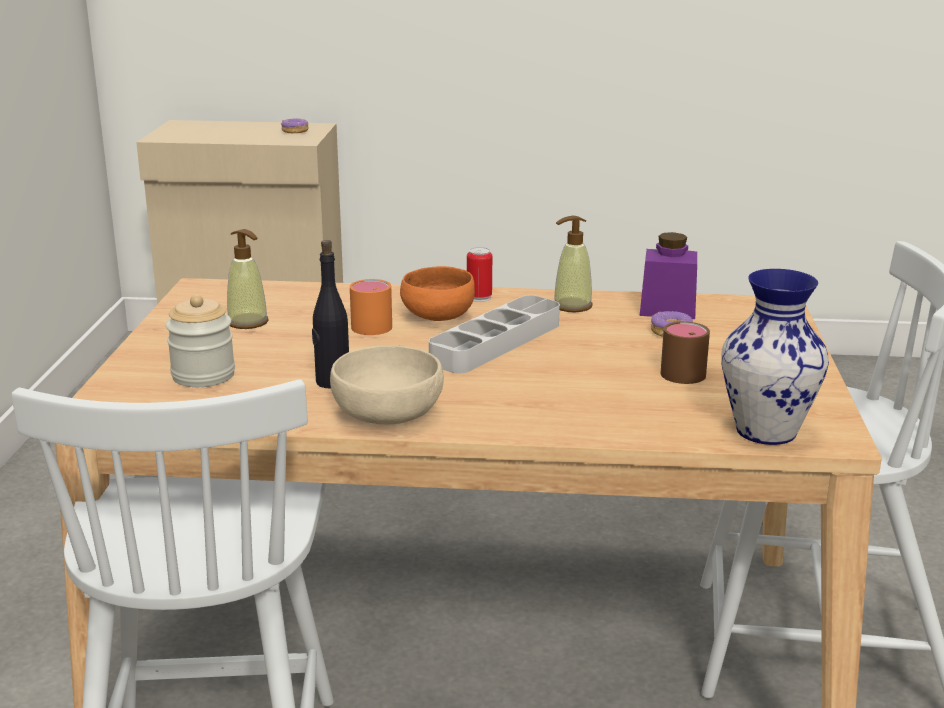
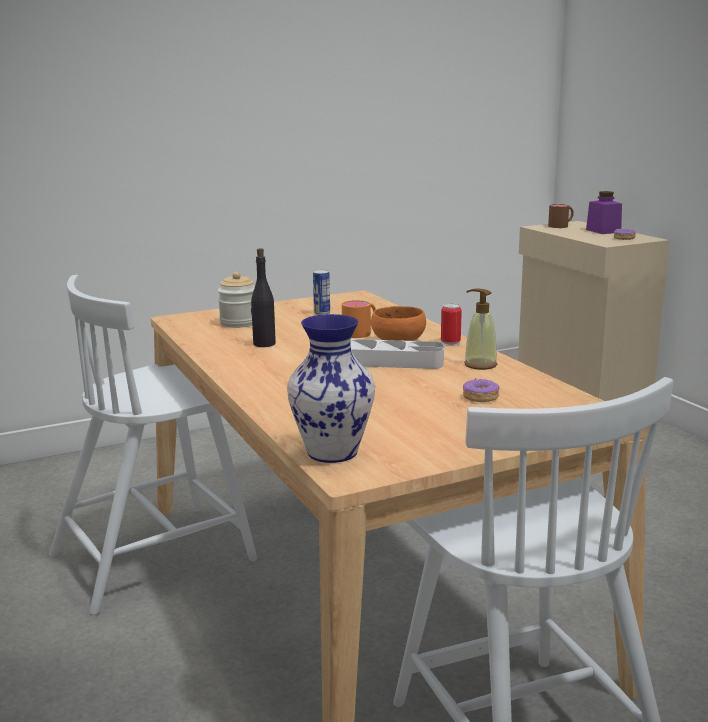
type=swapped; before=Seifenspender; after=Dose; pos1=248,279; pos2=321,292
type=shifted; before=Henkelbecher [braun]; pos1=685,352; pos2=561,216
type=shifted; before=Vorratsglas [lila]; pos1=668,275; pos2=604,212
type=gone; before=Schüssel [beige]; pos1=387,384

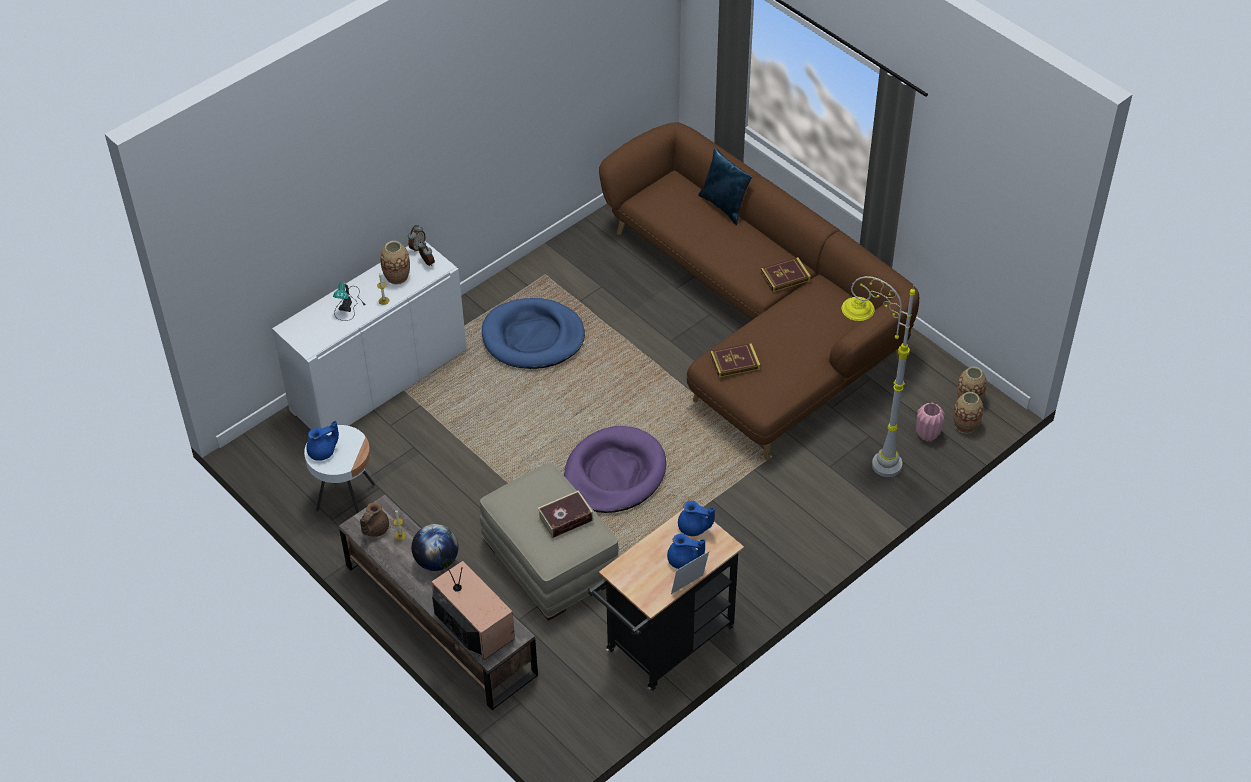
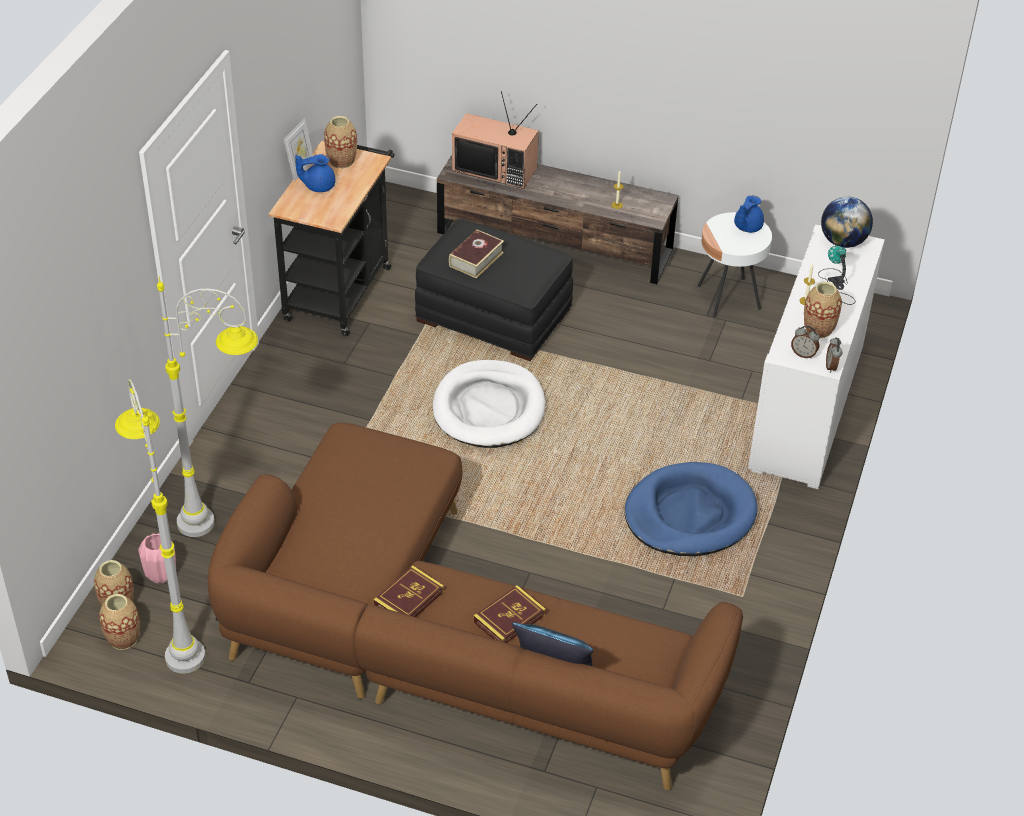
type=new; after=Stehlampe [grau]; pos2=160,526
type=new; after=Vase; pos2=340,142
type=repainted; before=Polsterhocker [beige]; after=Polsterhocker [schwarz]; pos1=549,541; pos2=494,289
type=repainted; before=Hundebett [lila]; after=Hundebett [weiß]; pos1=615,469; pos2=489,404
type=shifted; before=Buch; pos1=735,360; pos2=509,614
type=shifted; before=Globus; pos1=435,547; pos2=847,222
type=gone; before=Teekanne [braun]; pos1=374,519
type=gone; before=Teekanne [blau]; pos1=696,518

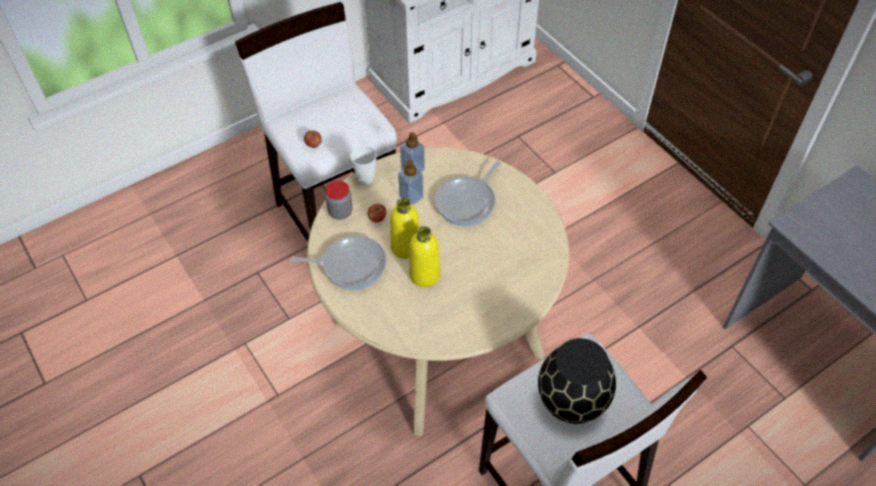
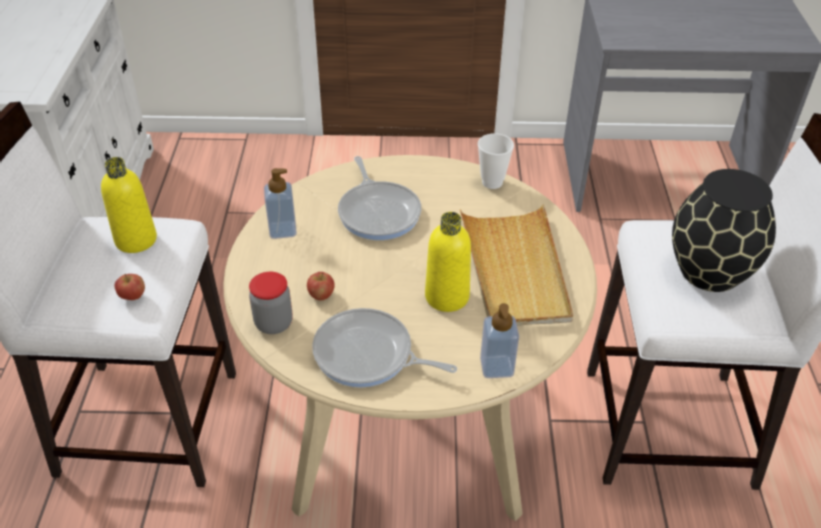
type=shifted; before=Flasche [gelb]; pos1=404,228; pos2=129,205
type=rotated; before=Pfanne; pos1=338,263; pos2=384,348; turn=-105
type=new; after=Tablett [beige]; pos2=516,265
type=shifted; before=Tasse; pos1=363,165; pos2=496,161
type=shifted; before=Seifenspender; pos1=410,182; pos2=499,340

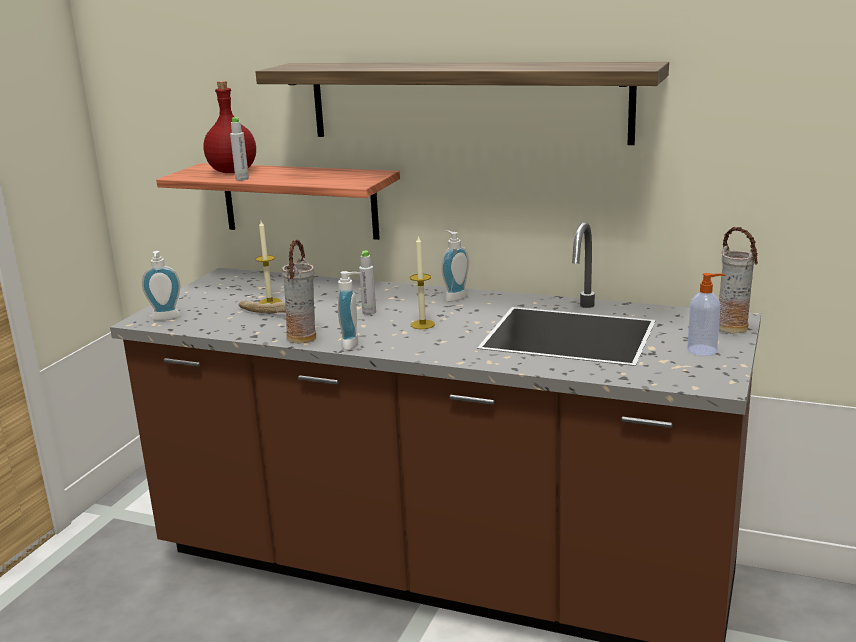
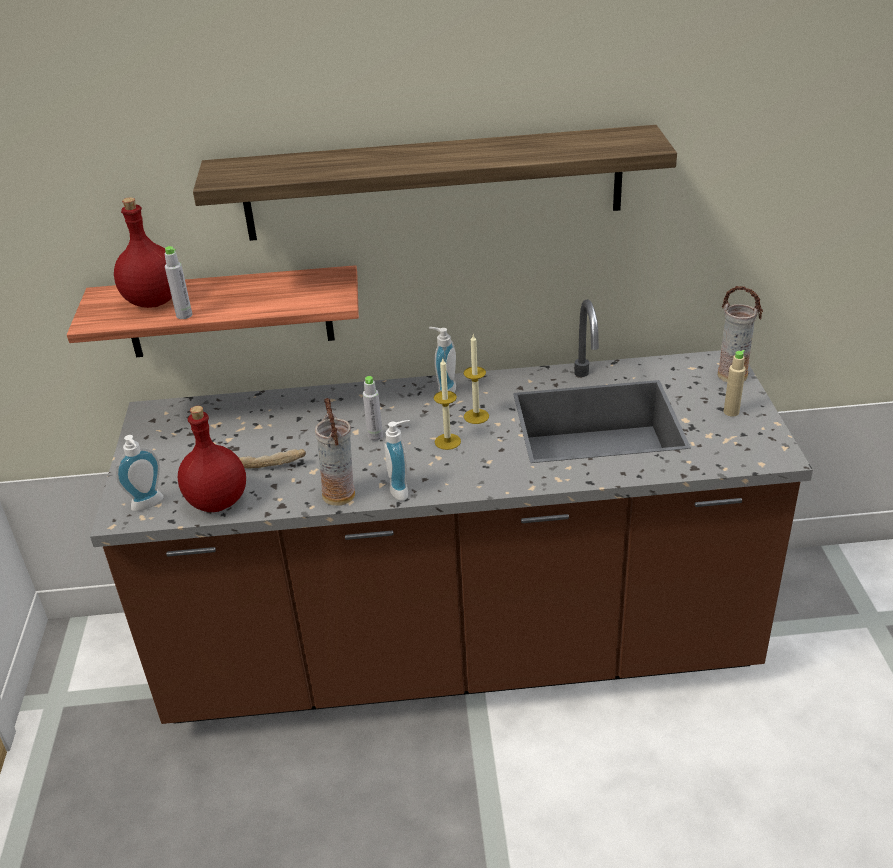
type=new; after=Flasche [rot]; pos2=212,459
type=shifted; before=Kerze; pos1=268,262; pos2=476,379
type=swapped; before=Seifenspender; after=Flasche [beige]; pos1=706,314; pos2=735,383

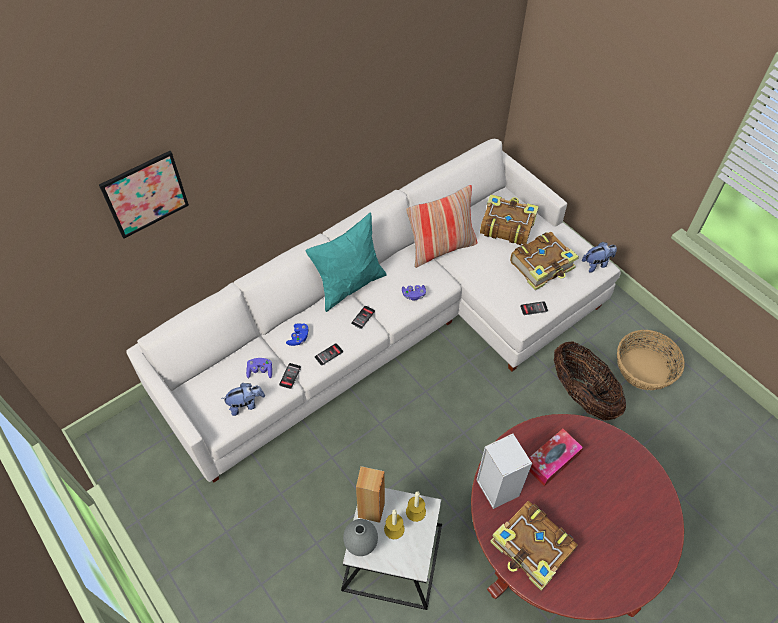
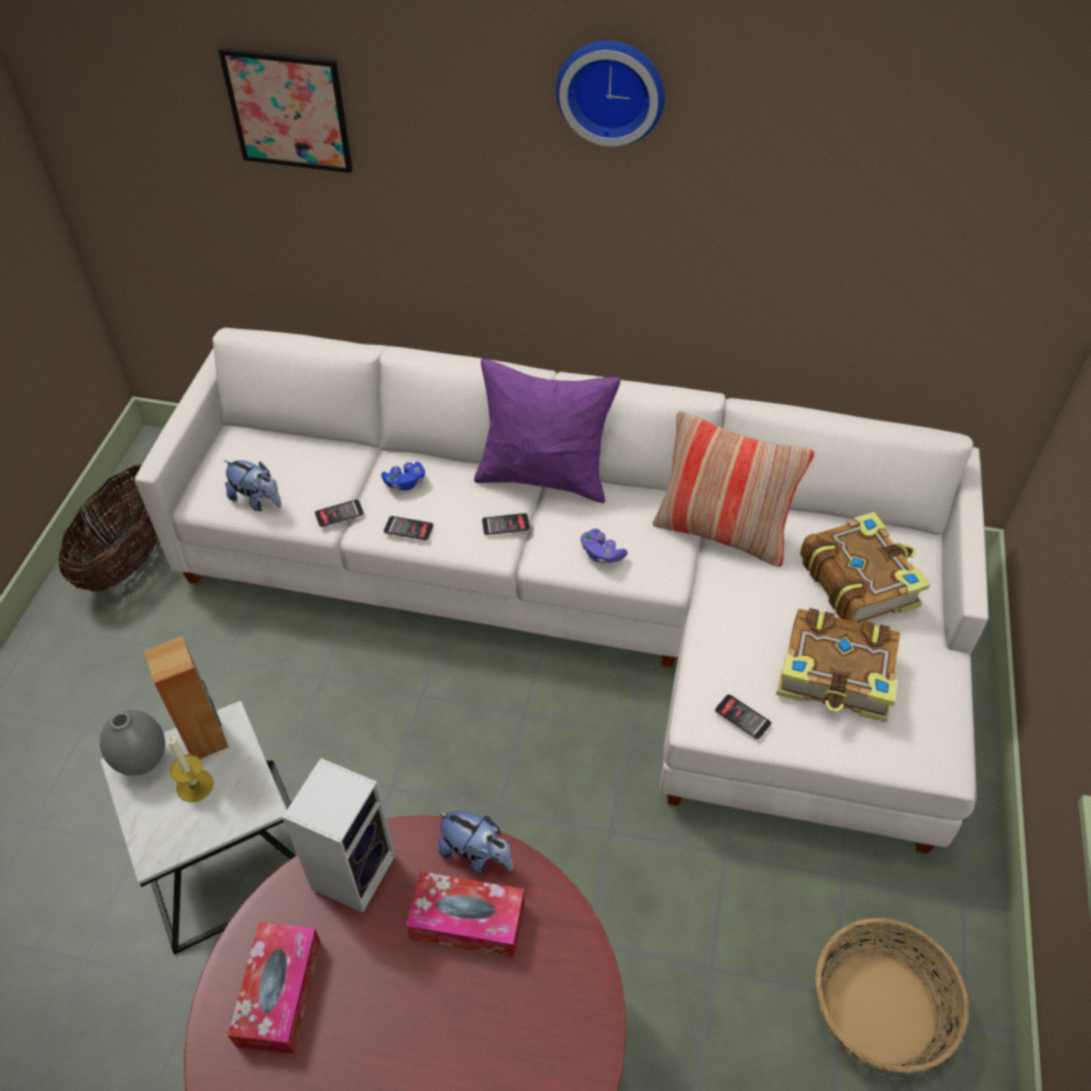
type=shifted; before=Korb; pos1=590,381; pos2=108,528
type=swapped; before=Buch; after=Taschentuchbox; pos1=534,546; pos2=274,988
type=shifted; before=Plüschtier; pos1=599,257; pos2=475,842
type=repainted; before=Kissen [türkis]; after=Kissen [lila]; pos1=346,262; pos2=547,430
type=new; after=Wanduhr; pos2=610,93
type=gone; before=Gamepad [lila]; pos1=259,368
type=gone; before=Kerze; pos1=416,506

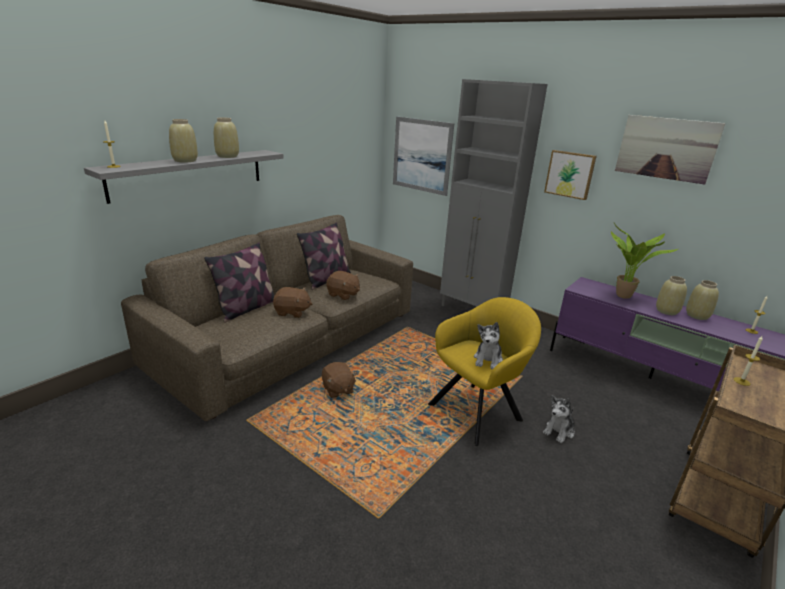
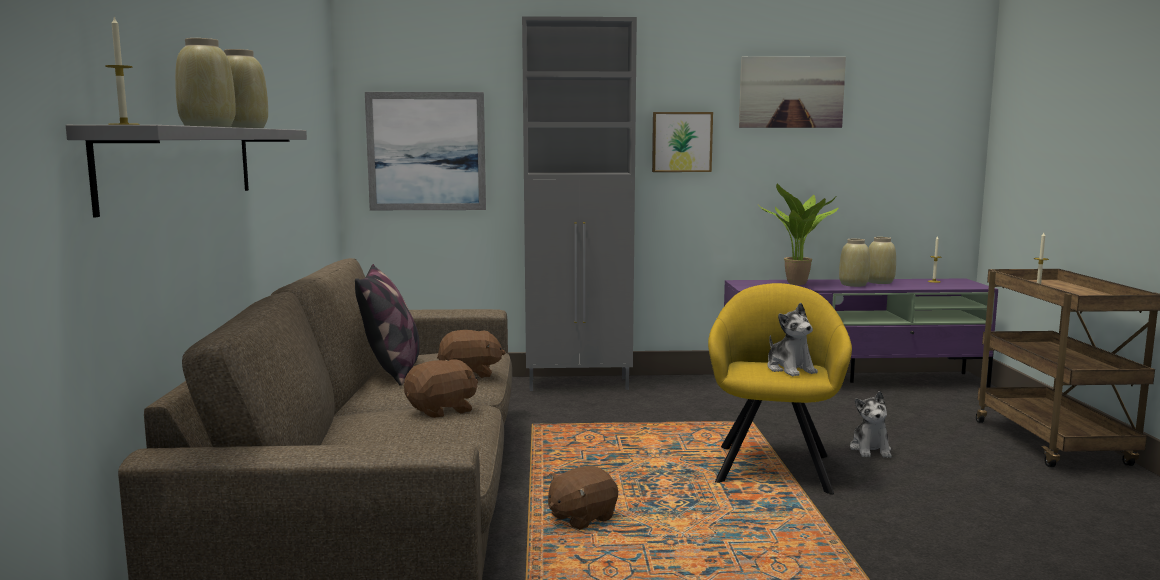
type=rotated; before=Plüschtier [braun]; pos1=339,380; pos2=583,497; turn=120
type=gone; before=Kissen; pos1=239,282

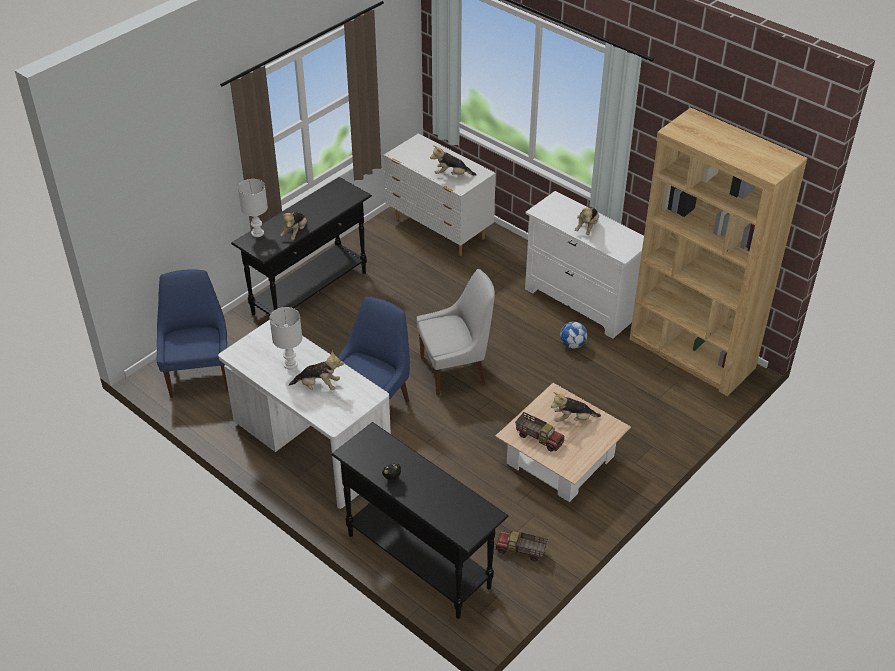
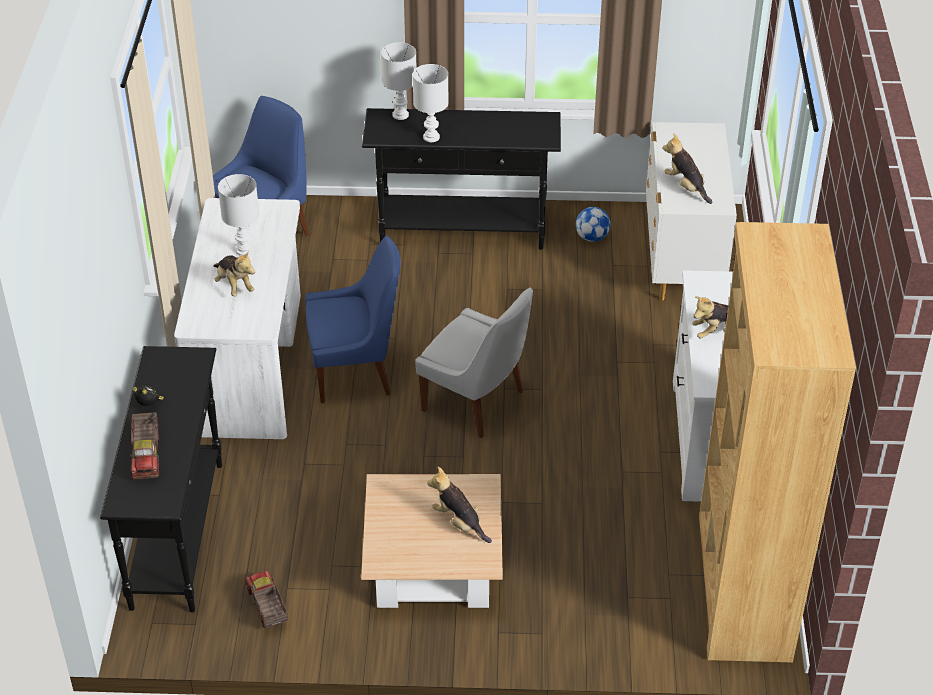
type=shifted; before=Spielzeuglaster; pos1=539,432; pos2=144,445
type=swapped; before=Plüschtier; after=Tischlampe [weiß]; pos1=293,226; pos2=431,103
type=shifted; before=Fußball; pos1=573,335; pos2=593,224

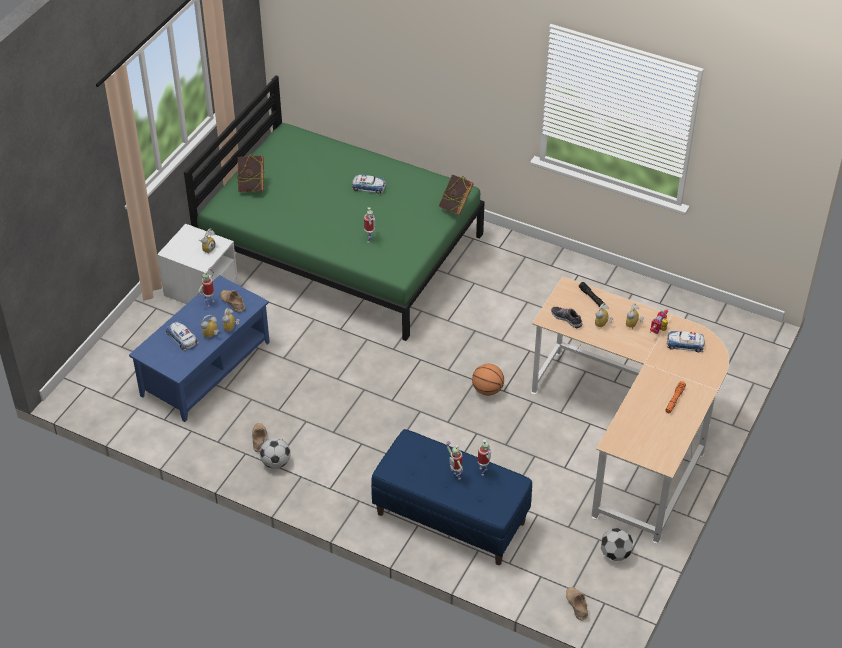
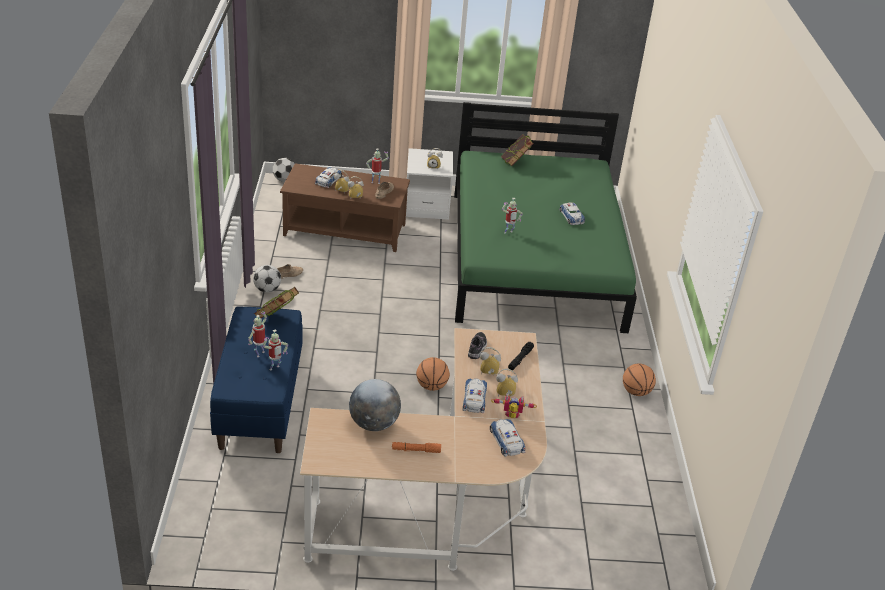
type=shifted; before=Buch; pos1=456,194; pos2=276,302
type=shifted; before=Fußball; pos1=617,544; pos2=284,170
type=repainted; before=Couchtisch [blau]; after=Couchtisch [braun]; pos1=199,348; pos2=345,207
type=new; after=Globus; pos2=375,405
type=new; after=Spielzeugauto; pos2=474,396
type=new; after=Basketball; pos2=639,379
type=gone; before=Schuh [beige]; pos1=577,603

